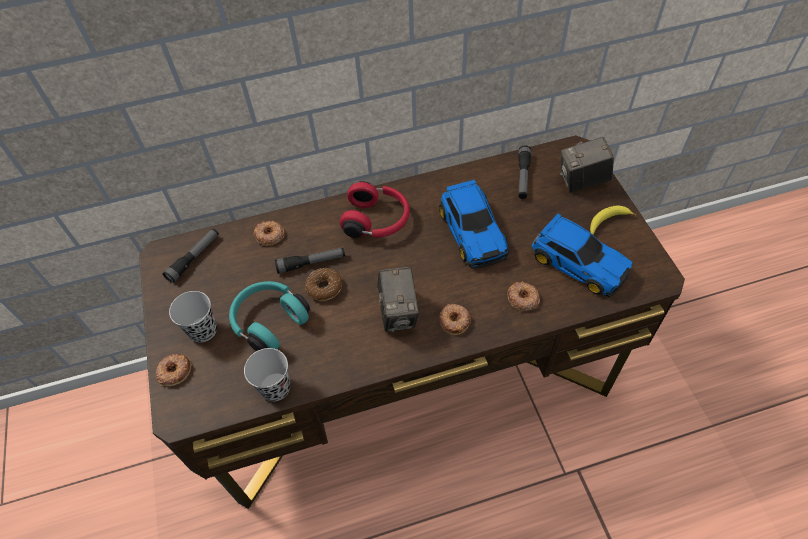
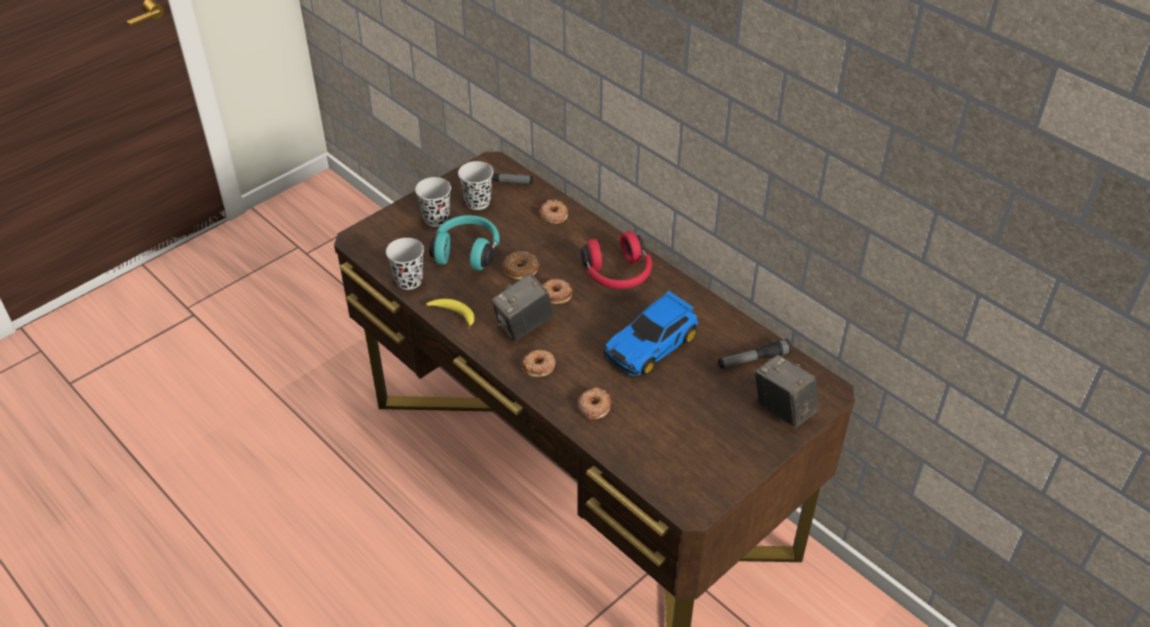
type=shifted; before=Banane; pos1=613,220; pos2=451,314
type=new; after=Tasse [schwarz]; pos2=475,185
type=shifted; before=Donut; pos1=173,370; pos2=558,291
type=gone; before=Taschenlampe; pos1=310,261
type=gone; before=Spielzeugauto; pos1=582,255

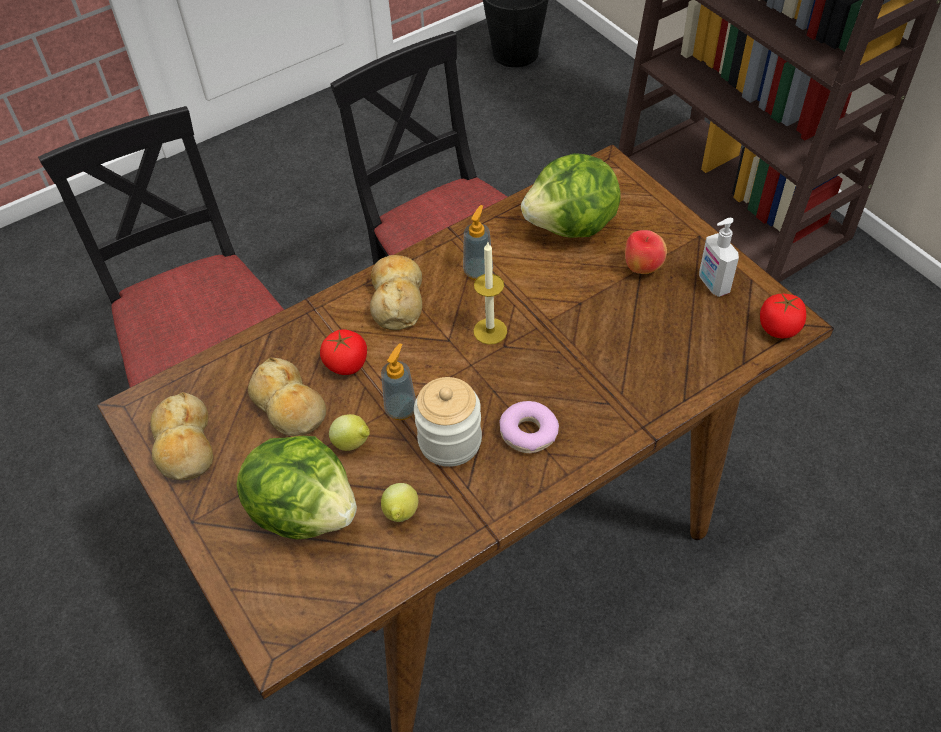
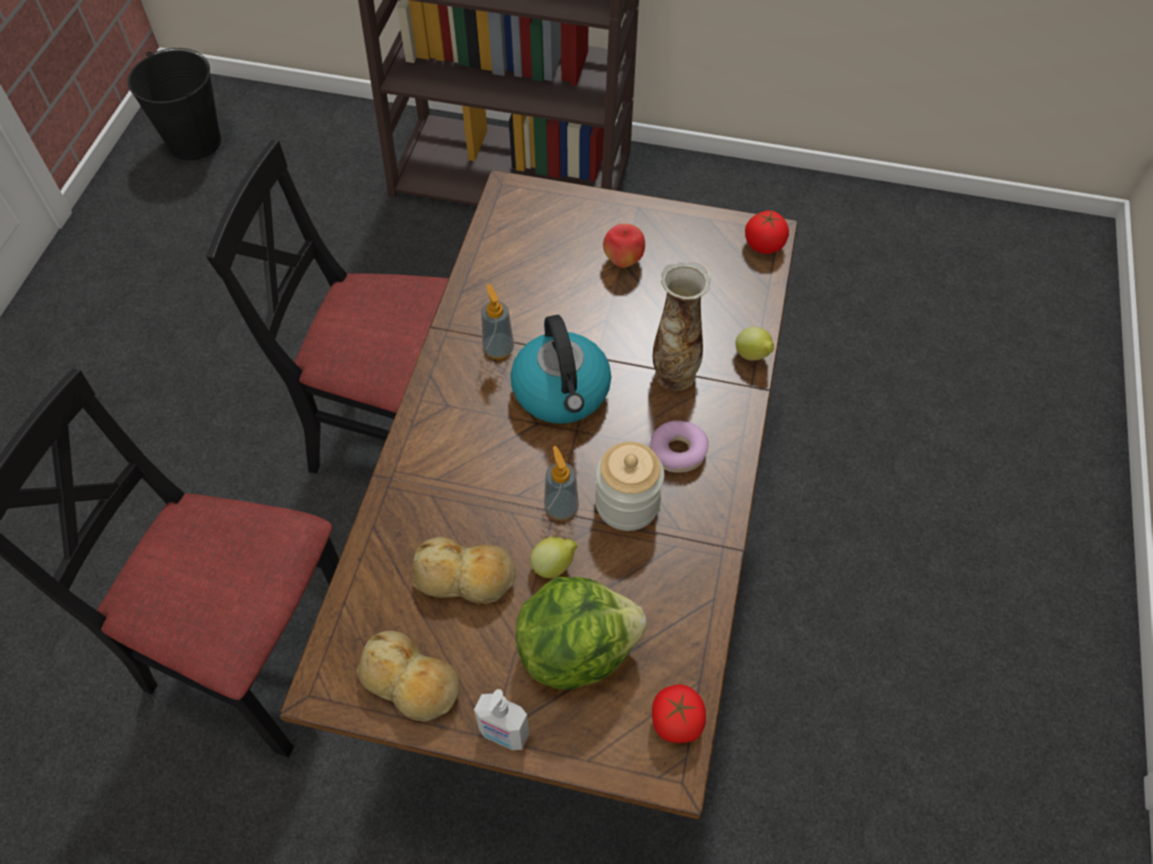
type=shifted; before=Seifenspender; pos1=719,257; pos2=502,719
type=swapped; before=Kerze; after=Wasserkessel; pos1=490,293; pos2=560,369
type=shifted; before=Tomate; pos1=343,352; pos2=679,713
type=new; after=Vase; pos2=682,326
type=shifted; before=Zitrone; pos1=400,502; pos2=754,344
type=gone; before=Brot; pos1=396,292
type=gone; before=Salatkopf; pos1=571,195

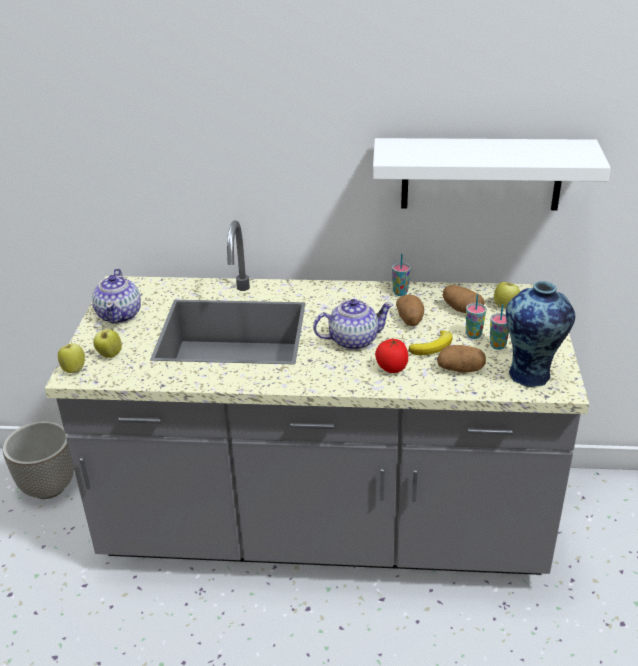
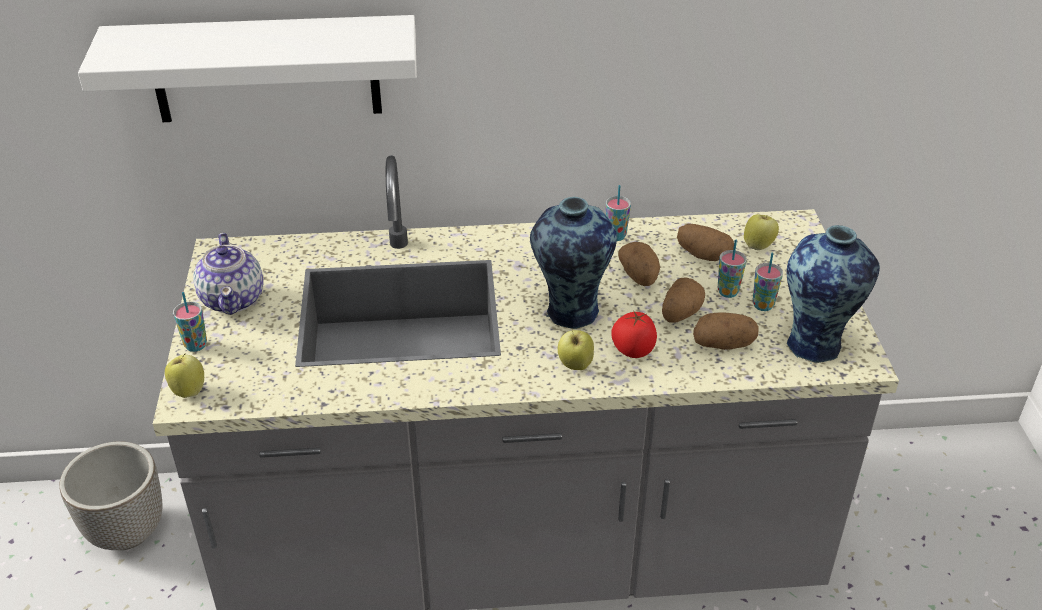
type=shifted; before=Wandregal [weiß]; pos1=492,174; pos2=247,68
type=new; after=Tasse; pos2=190,322
type=swapped; before=Teekanne; after=Vase; pos1=353,324; pos2=573,263
type=shifted; before=Apfel; pos1=107,342; pos2=576,349
type=swapped; before=Banane; after=Kartoffel; pos1=431,342; pos2=683,300

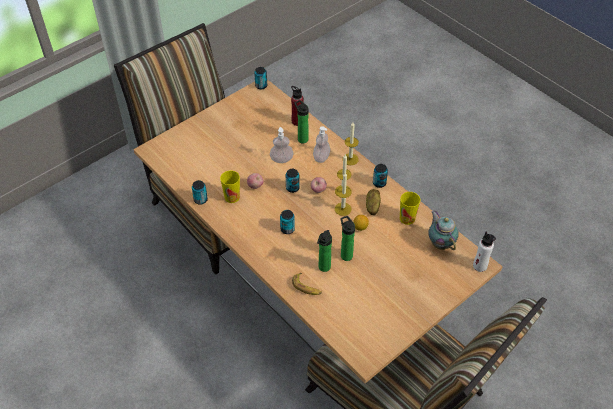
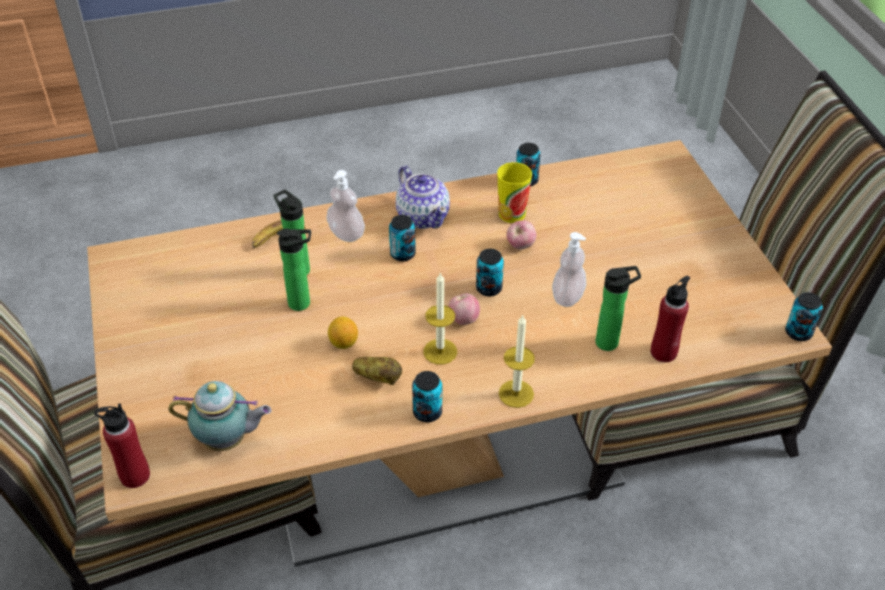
type=repainted; before=Flasche [weiß]; after=Flasche [rot]; pos1=484,251; pos2=122,445
type=shifted; before=Seifenspender; pos1=321,144; pos2=346,206
type=new; after=Teekanne; pos2=423,197
type=gone; before=Kerze; pos1=343,194
type=gone; before=Tasse; pos1=410,208

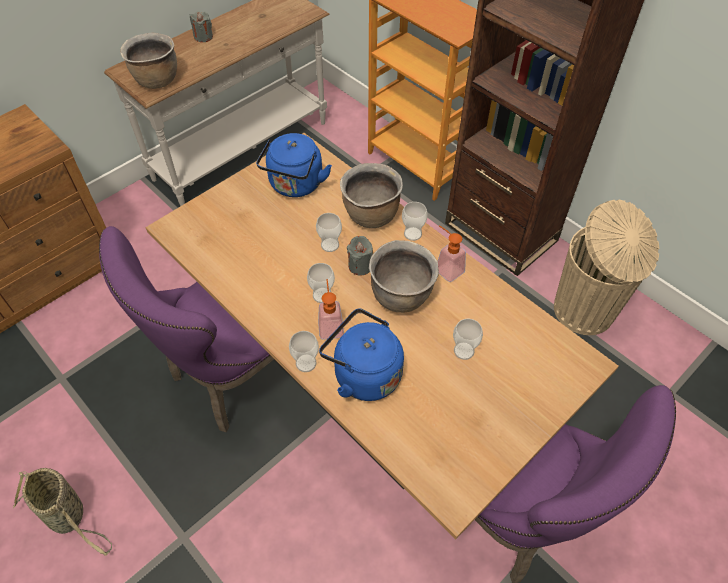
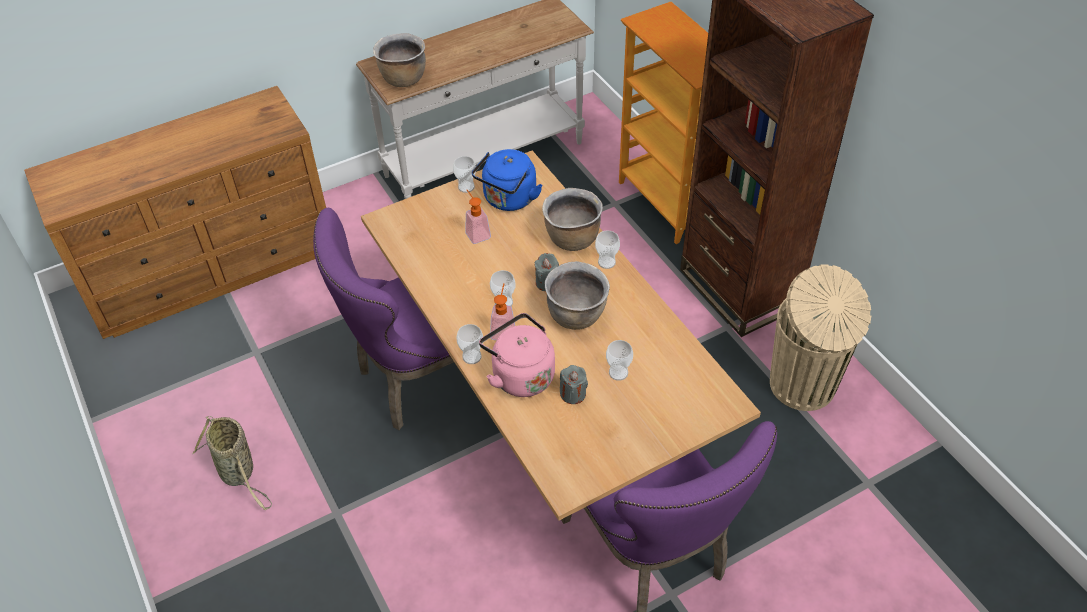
type=shifted; before=Tasse; pos1=329,232; pos2=464,174
type=shifted; before=Seifenspender; pos1=451,253; pos2=478,217
type=repainted; before=Wasserkessel [blau]; after=Wasserkessel [rosa]; pos1=361,354; pos2=517,355
type=shifted; before=Kerze [grau]; pos1=201,26; pos2=574,384

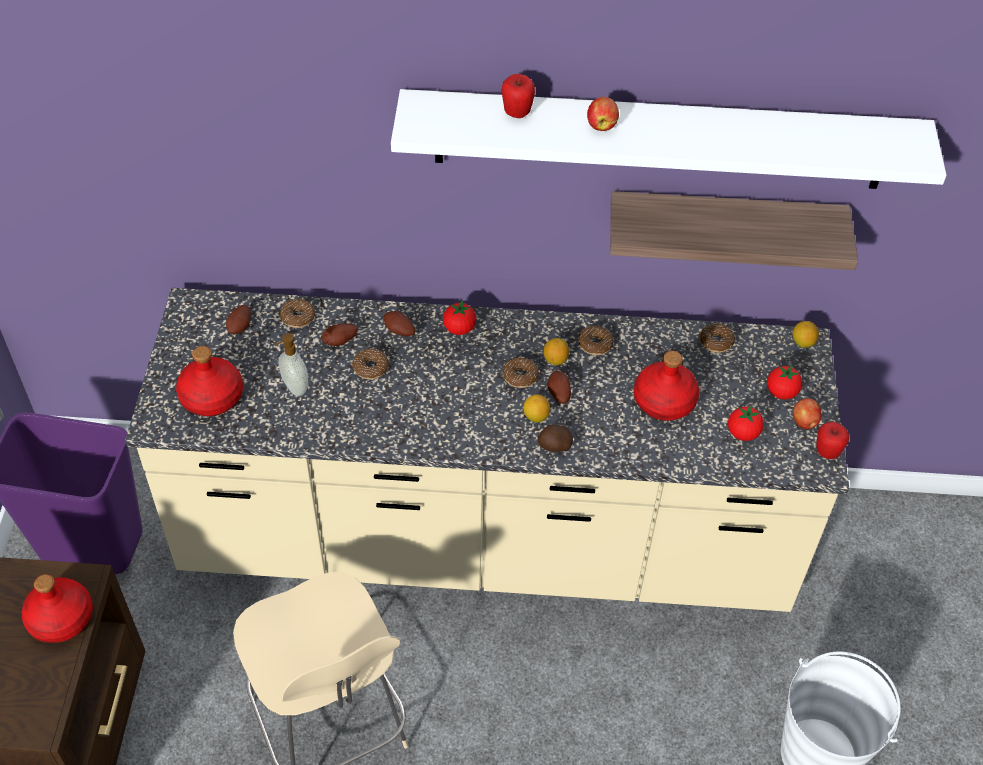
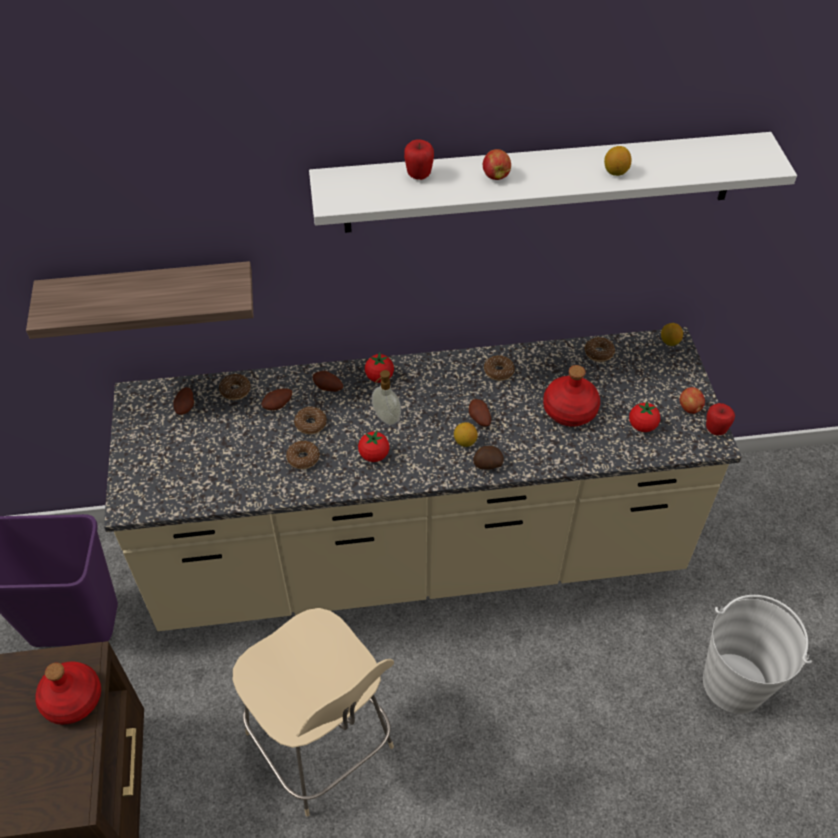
type=shifted; before=Wandregal; pos1=734,230; pos2=140,300
type=shifted; before=Donut; pos1=520,372; pos2=303,455
type=shifted; before=Tomate; pos1=784,382; pos2=374,446
type=shifted; before=Seifenspender; pos1=291,364; pos2=386,397
type=shifted; before=Zitrone; pos1=556,351; pos2=618,161
type=gone; before=Flasche [rot]; pos1=209,381

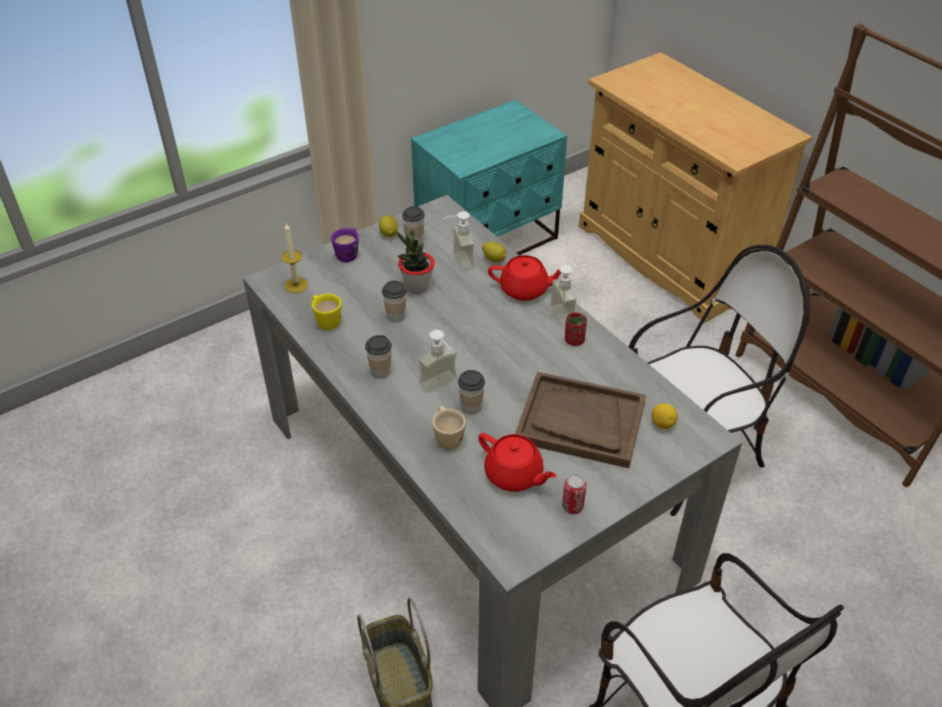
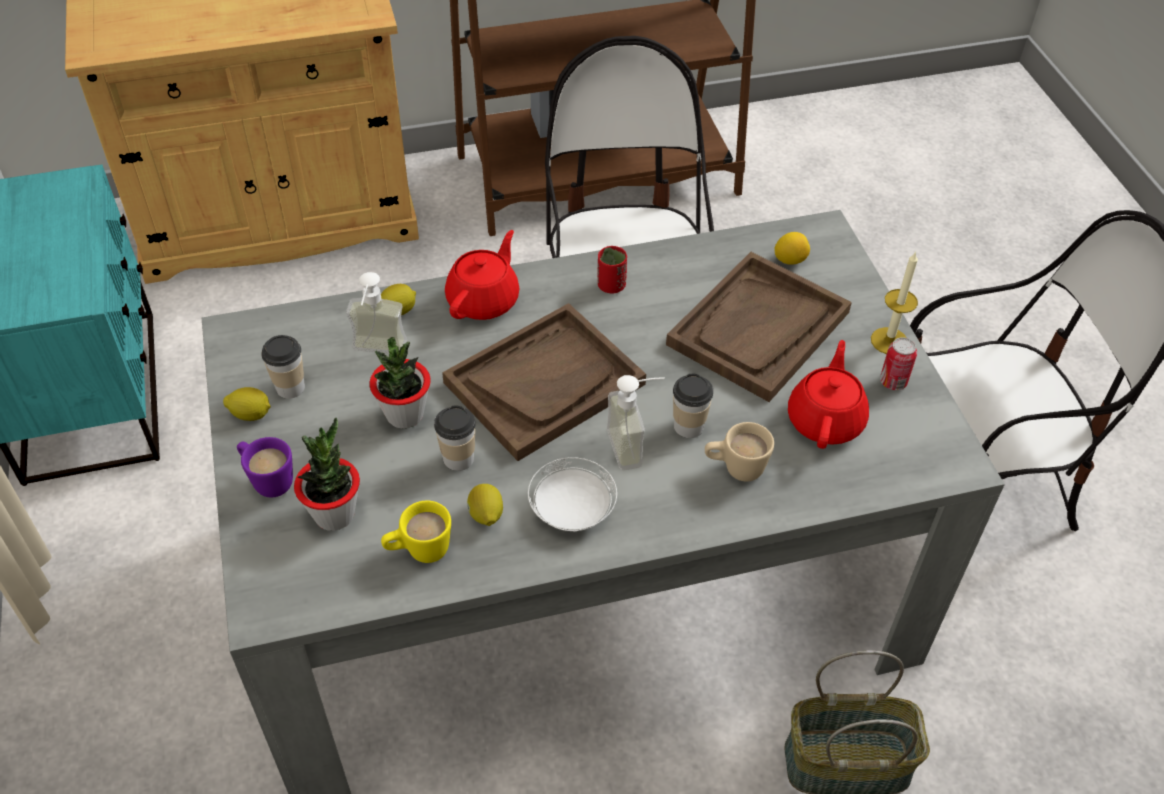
type=new; after=Topfpflanze; pos2=327,474
type=new; after=Tablett [braun]; pos2=544,382
type=new; after=Zitrone; pos2=485,505
type=swapped; before=Tasse; after=Teller [weiß]; pos1=378,357; pos2=572,494
type=rotated; before=Teekanne [rot]; pos1=517,462; pos2=828,394; turn=-45
type=shifted; before=Kerze; pos1=294,258; pos2=894,303
type=gone; before=Seifenspender; pos1=568,296

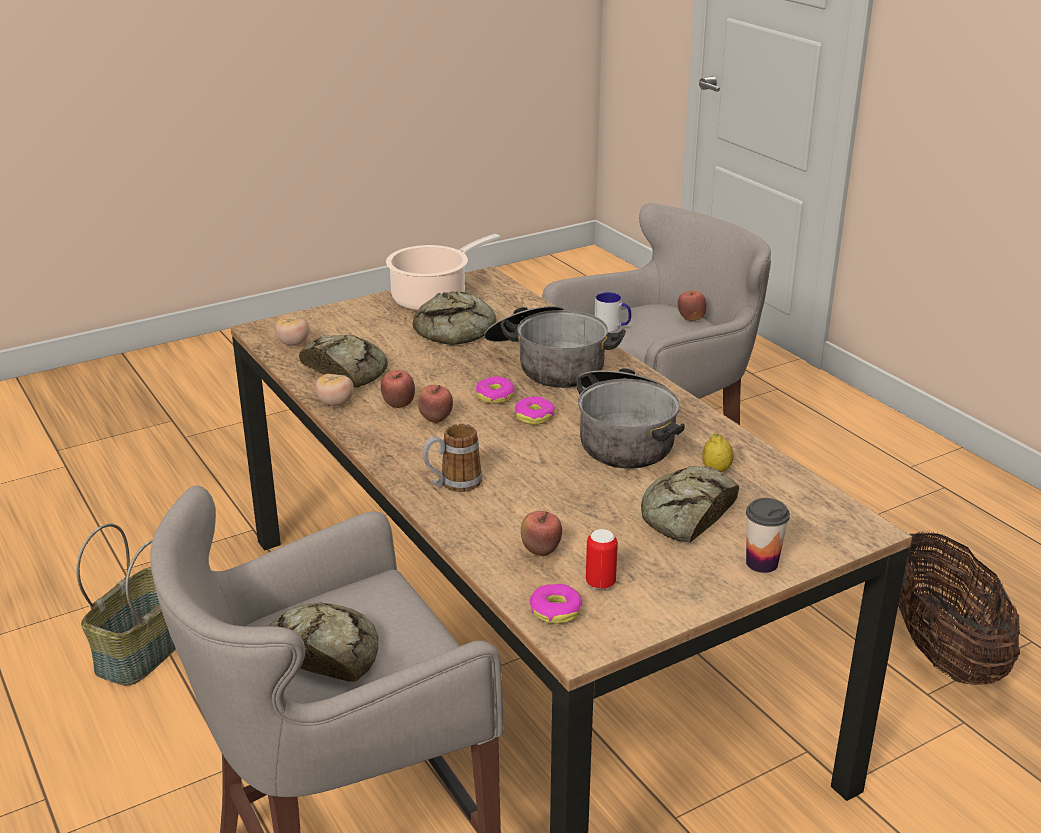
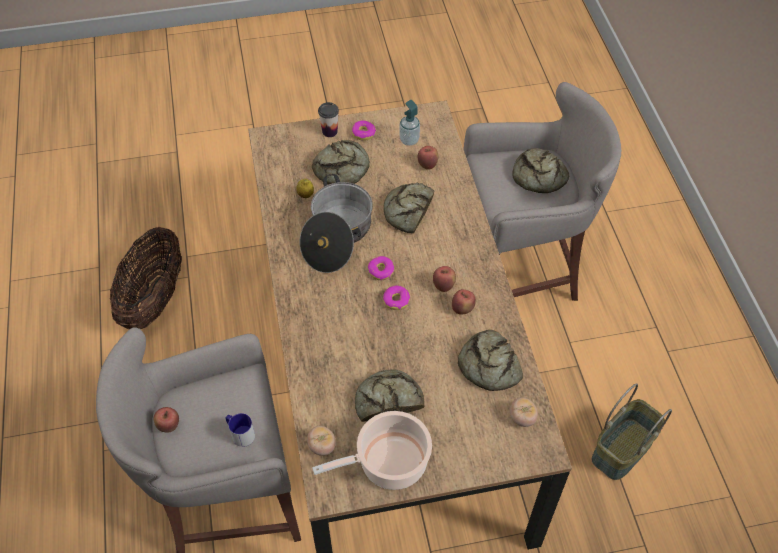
type=shifted; before=Tomate; pos1=334,390; pos2=321,441
type=shifted; before=Donut; pos1=556,604; pos2=364,130
type=new; after=Brot; pos2=409,208
type=swapped; before=Dose; after=Seifenspender; pos1=602,559; pos2=409,123
type=gone; before=Henkelbecher; pos1=452,458
type=gone; before=Kochtopf; pos1=555,347

